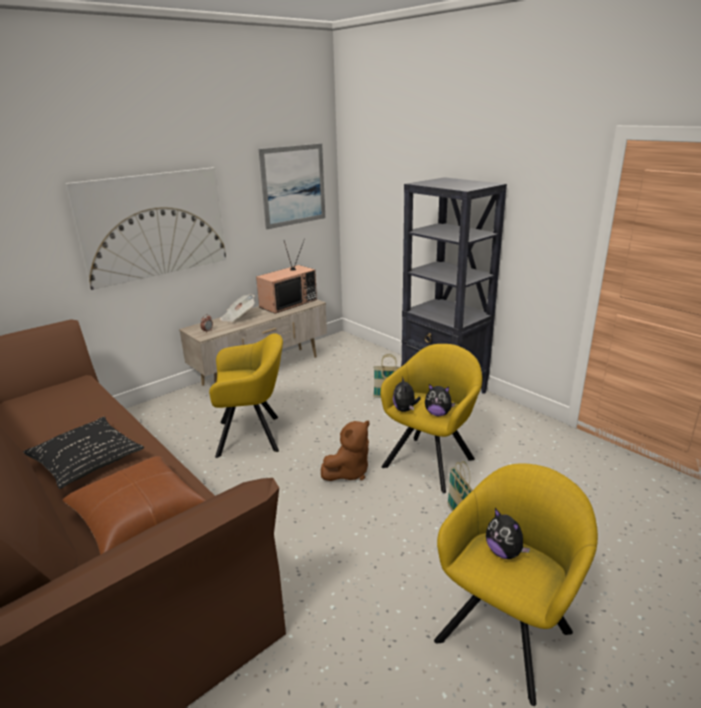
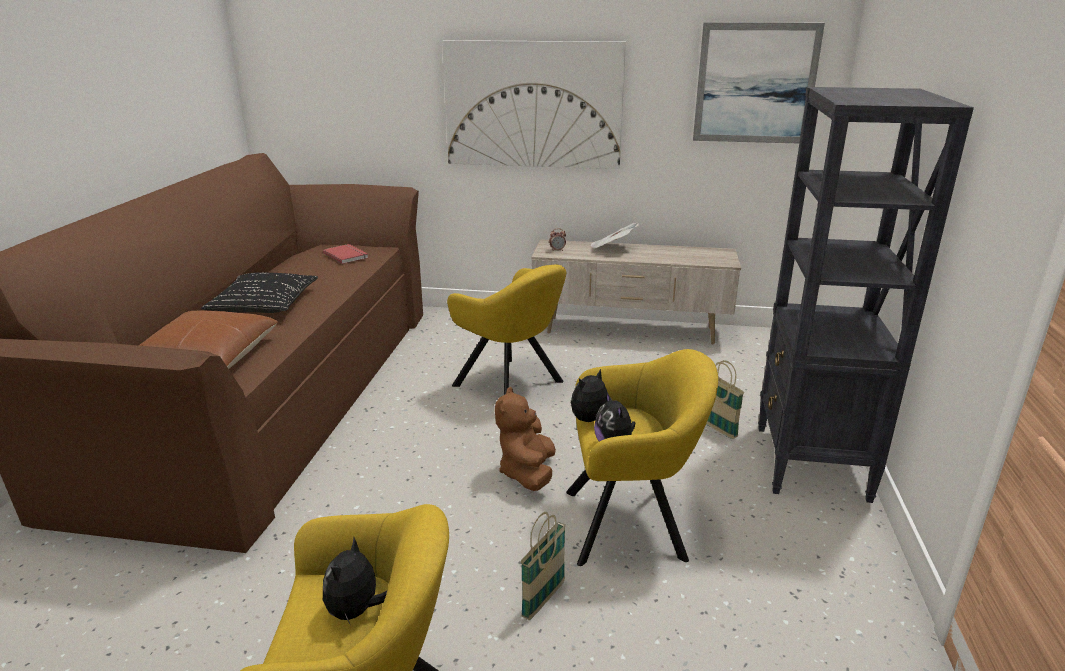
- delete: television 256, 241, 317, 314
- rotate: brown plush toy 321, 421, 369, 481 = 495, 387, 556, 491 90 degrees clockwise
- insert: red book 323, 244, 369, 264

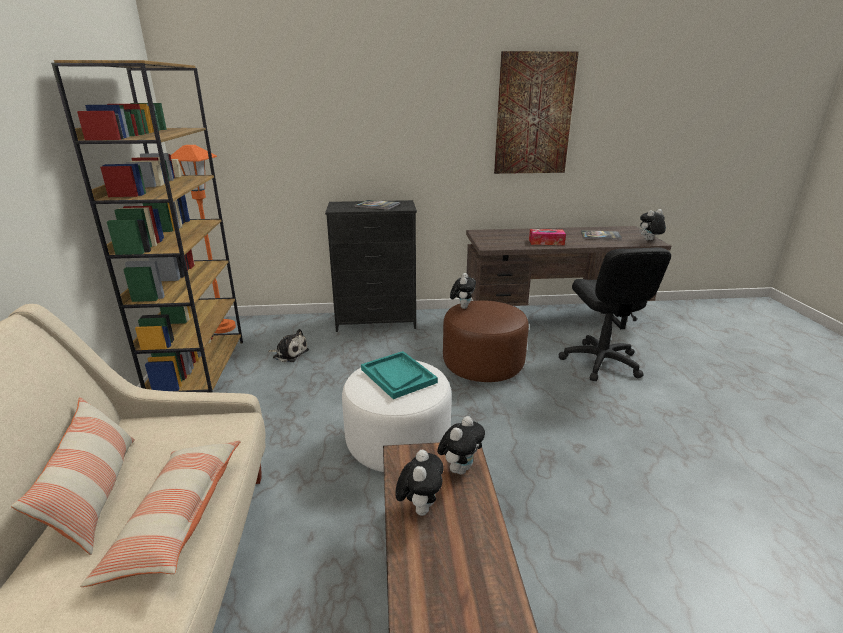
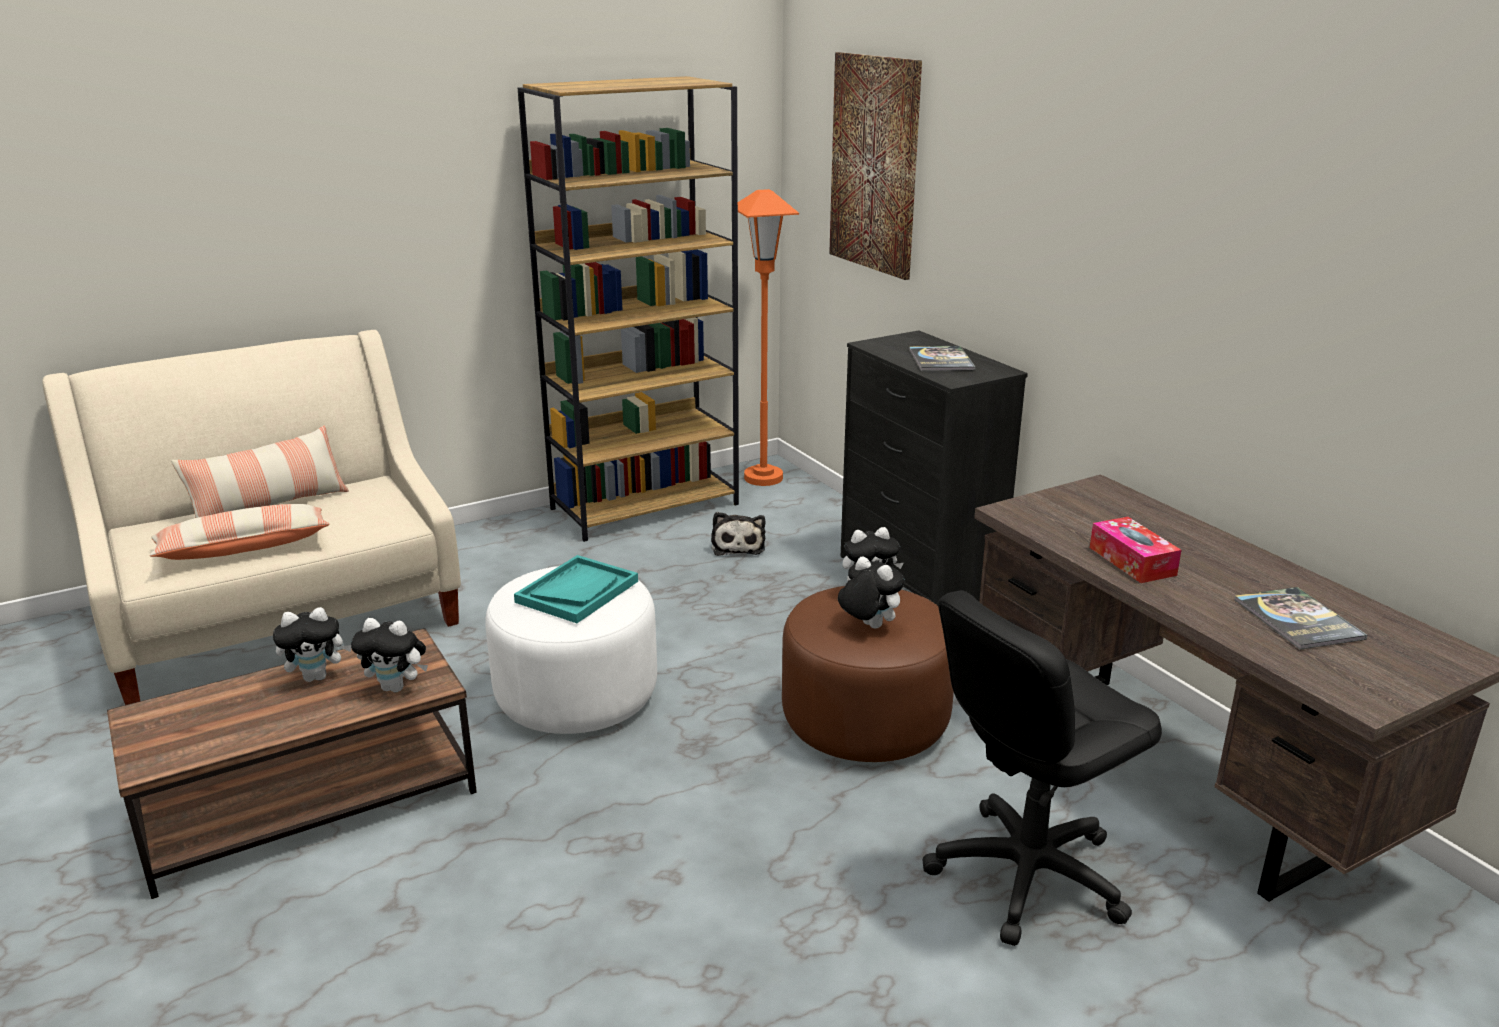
- move: picture 494, 51, 579, 174 to 829, 52, 922, 280
- move: plush toy 639, 209, 666, 240 to 838, 556, 905, 628

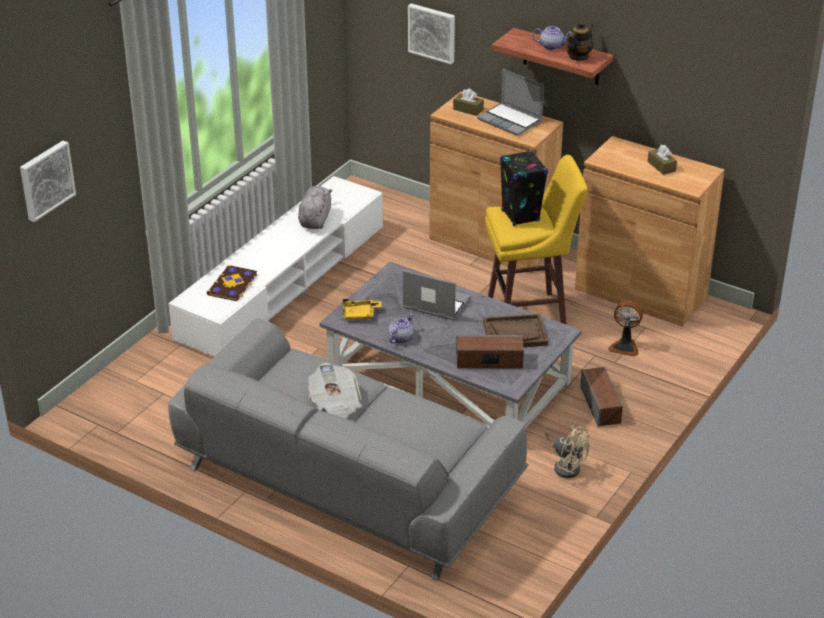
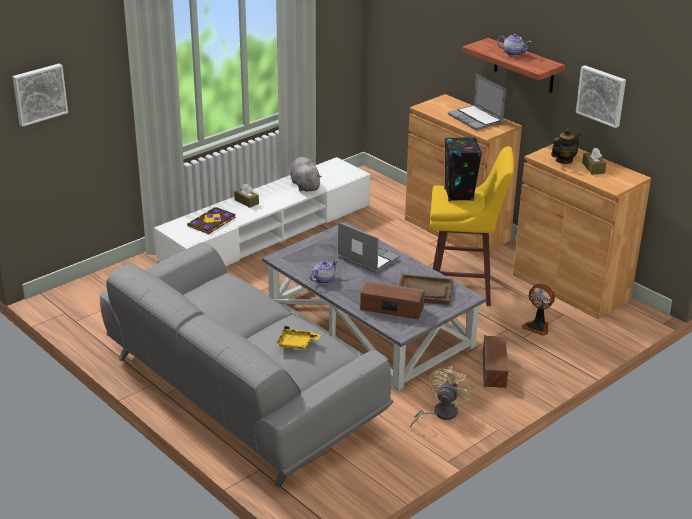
- move: picture 408, 3, 455, 64 to 576, 65, 626, 128
- move: teapot 567, 21, 594, 61 to 551, 129, 581, 164
- move: brown tissue box 453, 89, 484, 116 to 234, 184, 259, 208
- rotate: grey plush toy 298, 186, 332, 229 = 290, 157, 322, 192 45 degrees counterclockwise
- move: yellow tray 343, 299, 381, 320 to 276, 326, 321, 350
- delete: newspaper 308, 363, 362, 419
- rotate: beige fan 545, 426, 590, 478 = 410, 367, 471, 427 120 degrees counterclockwise

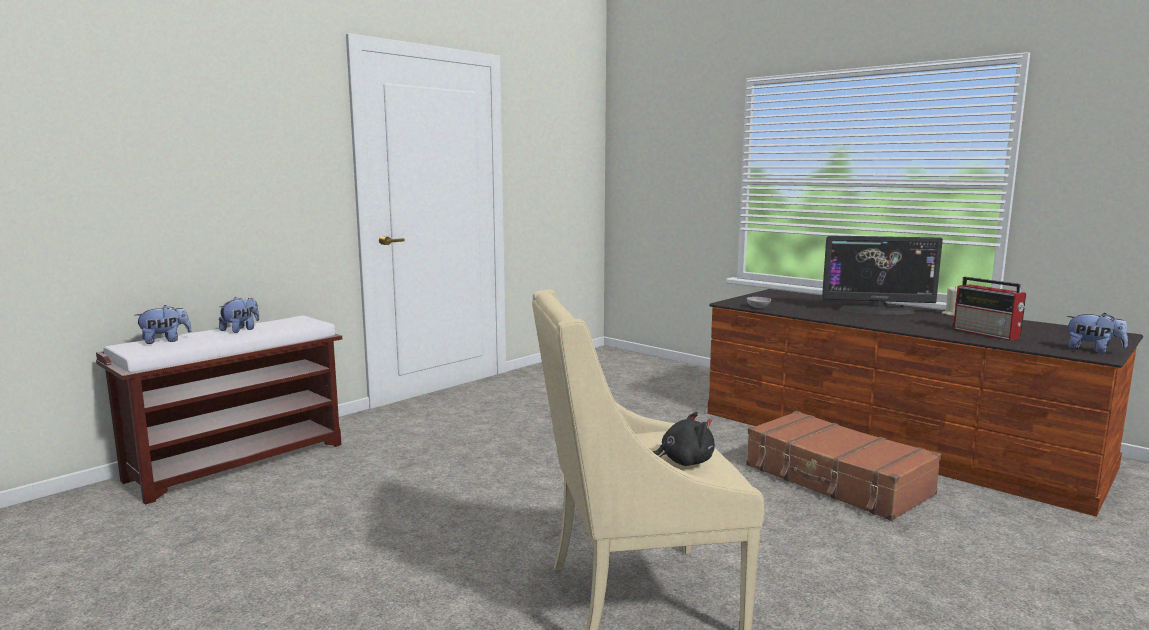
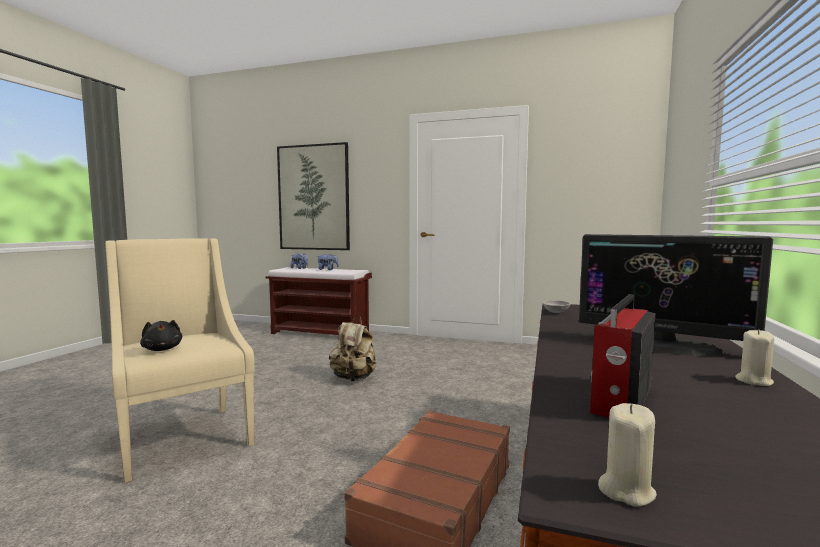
- rotate: monitor 822, 235, 943, 314 = 579, 234, 773, 356 45 degrees counterclockwise
- replace: plush toy 1066, 313, 1128, 354 to beige candle 598, 403, 657, 507
- insert: picture 277, 142, 350, 250
- insert: beige backpack 329, 316, 377, 381

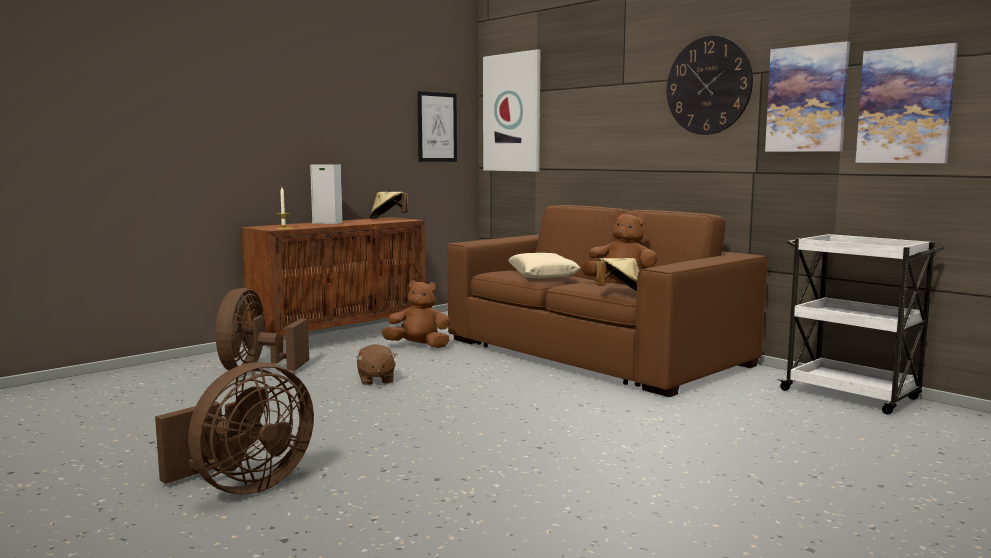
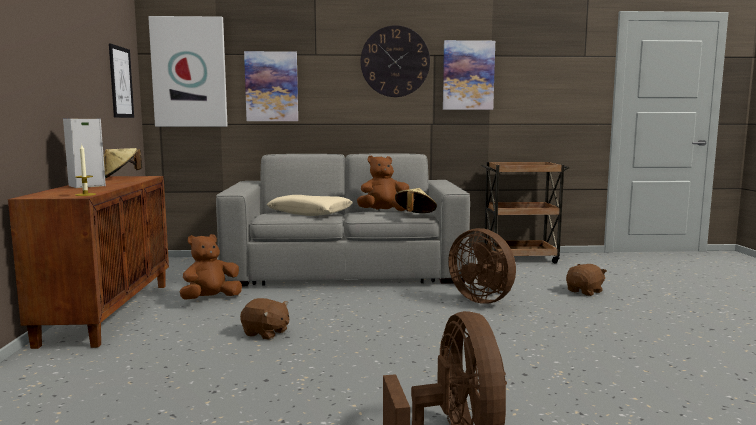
- move: picture 855, 43, 958, 163 to 244, 51, 298, 121
- recolor: brown sofa 448, 205, 767, 397 to grey sofa 216, 153, 470, 286
- recolor: white cart 777, 234, 945, 414 to brown cart 481, 162, 569, 263
- move: brown fan 216, 288, 309, 371 to 448, 228, 516, 304
- insert: brown plush toy 566, 264, 607, 296

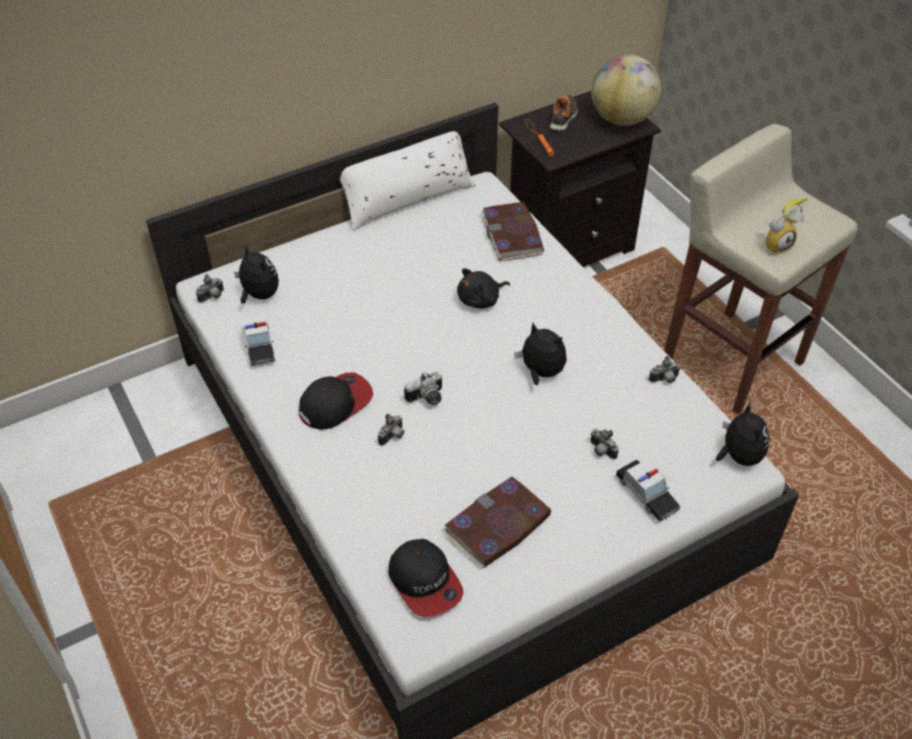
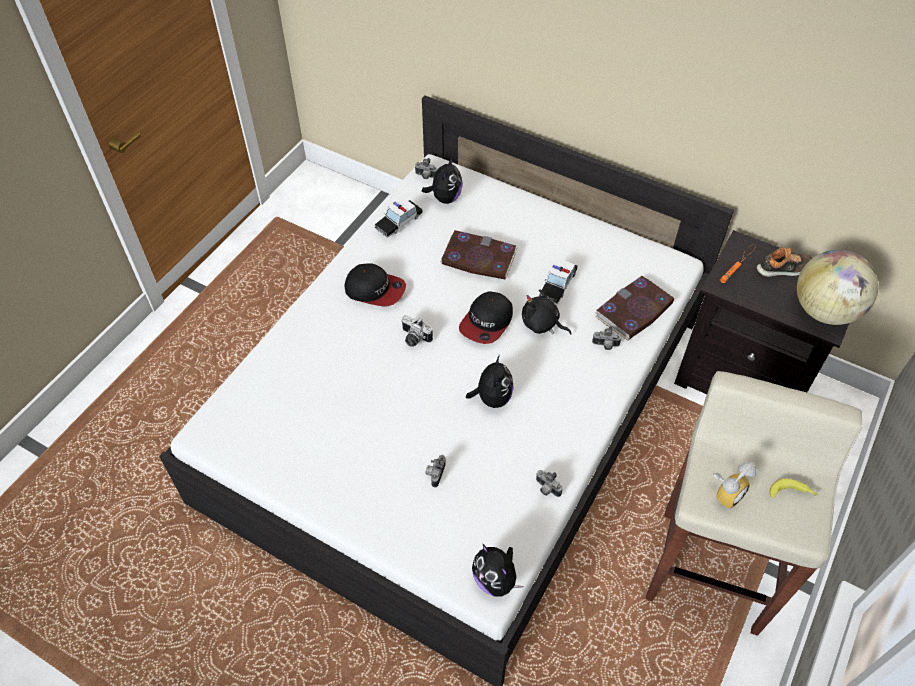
- delete: white pillow 340, 131, 475, 231
- rotate: alarm clock 765, 205, 804, 255 = 713, 462, 757, 508 75 degrees counterclockwise
- rotate: plush toy 716, 402, 770, 466 = 472, 544, 524, 597 90 degrees clockwise
- move: photo camera 378, 414, 404, 446 to 592, 326, 621, 350
- move: toy car 616, 459, 680, 522 to 539, 258, 578, 304
- move: book 444, 477, 551, 568 to 441, 230, 518, 280
- move: cap 388, 539, 464, 617 to 459, 291, 513, 344

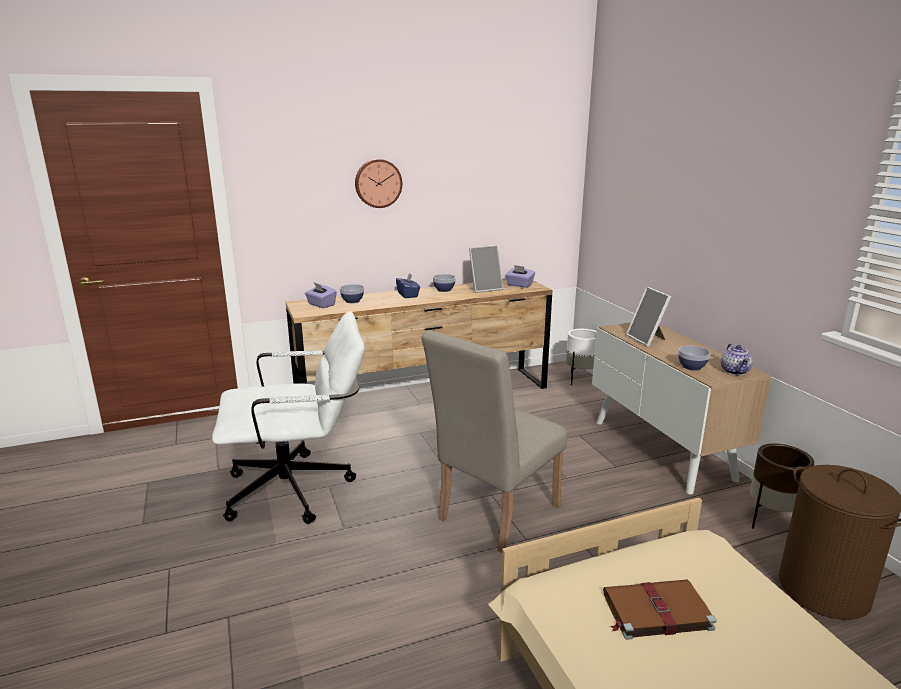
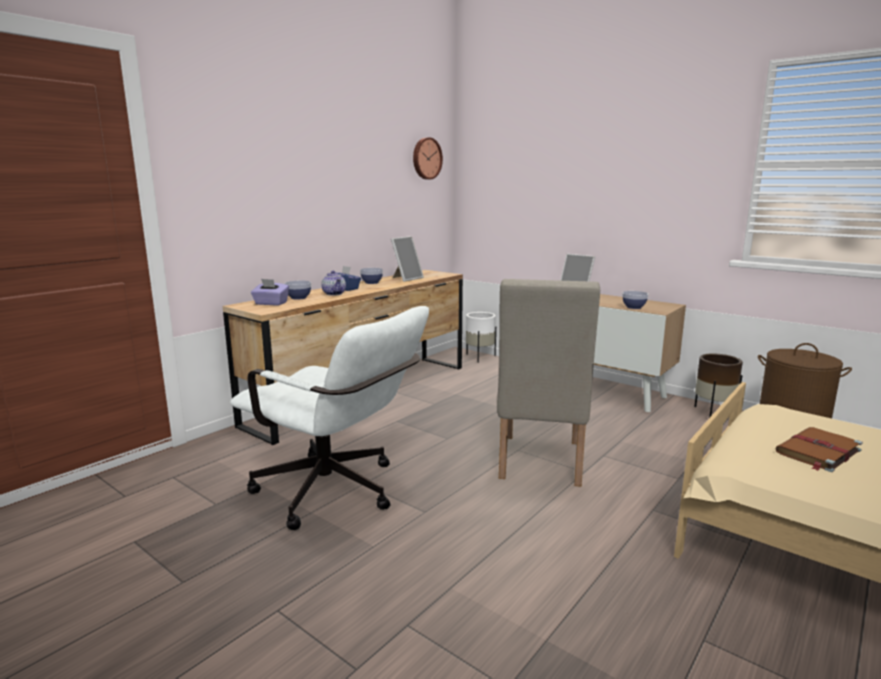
- move: wall clock 355, 159, 402, 208 to 413, 137, 443, 180
- delete: purple tissue box 505, 265, 535, 288
- rotate: white office chair 212, 311, 365, 524 = 230, 306, 429, 530 75 degrees clockwise
- move: teapot 721, 343, 753, 375 to 322, 271, 346, 296

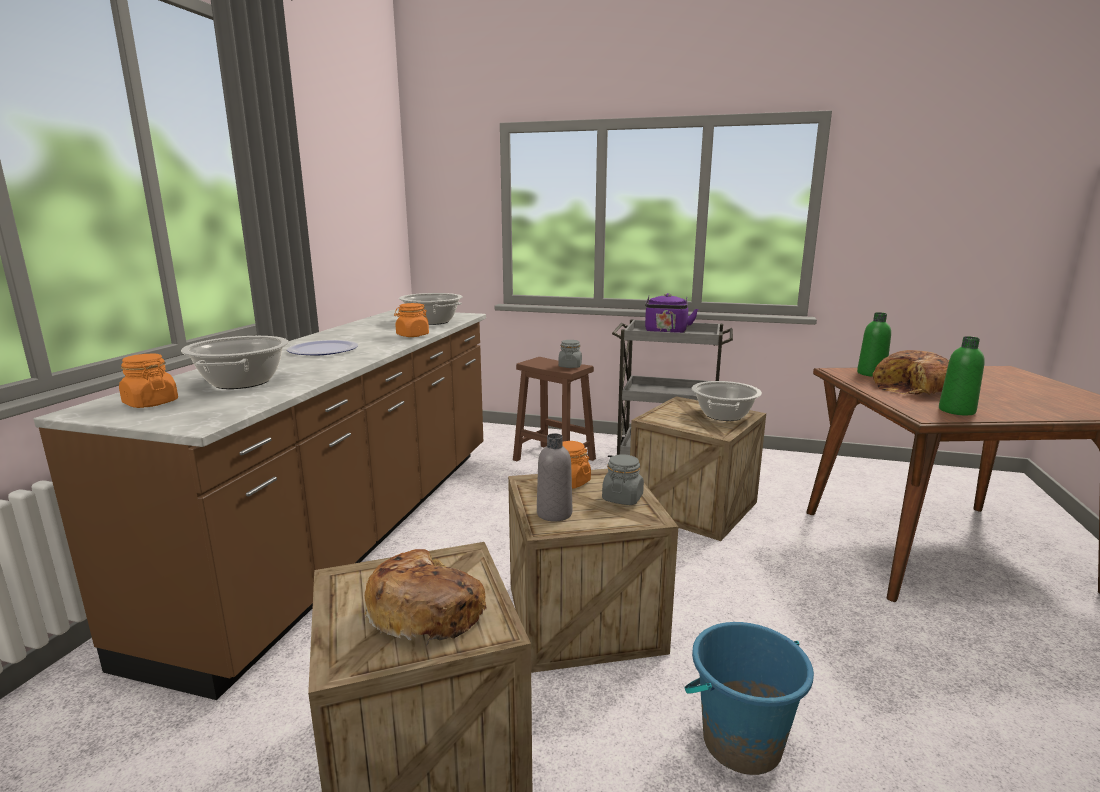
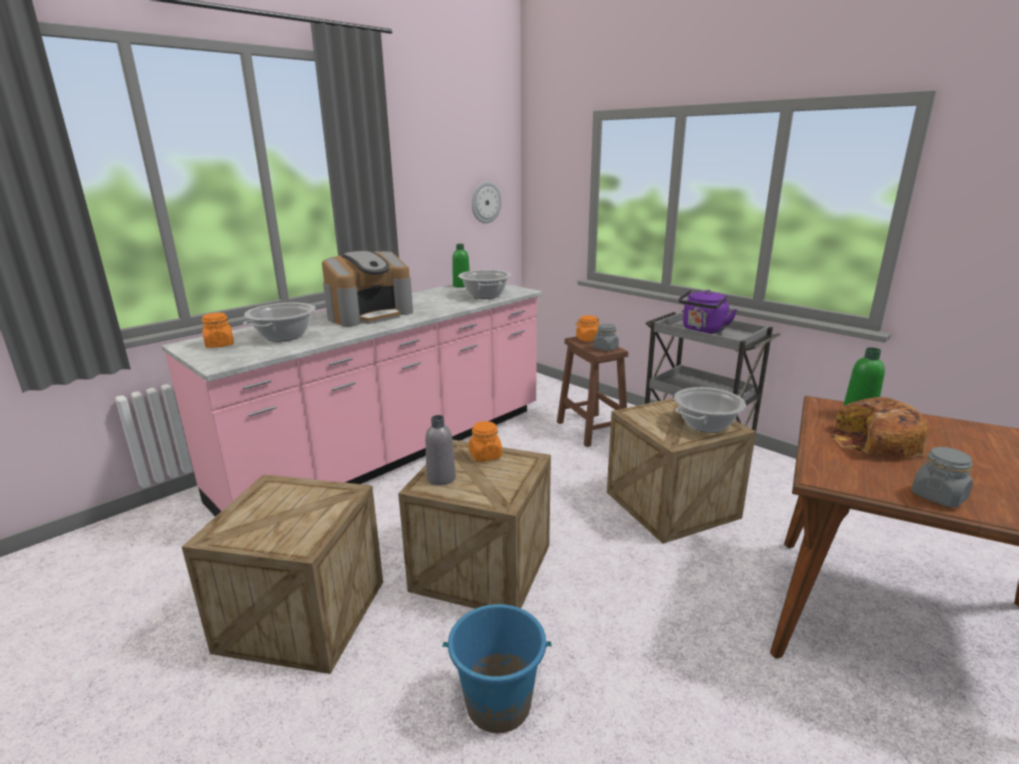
- move: orange jar 394, 303, 429, 337 to 575, 315, 600, 341
- recolor: brown counter 34, 310, 486, 700 to pink counter 162, 284, 542, 517
- move: green bottle 939, 336, 985, 416 to 452, 244, 470, 288
- replace: plate 287, 340, 358, 355 to coffee machine 322, 251, 413, 327
- move: grey jar 602, 454, 644, 505 to 911, 447, 973, 508
- delete: bread 365, 549, 486, 647
- insert: wall clock 472, 181, 502, 224

